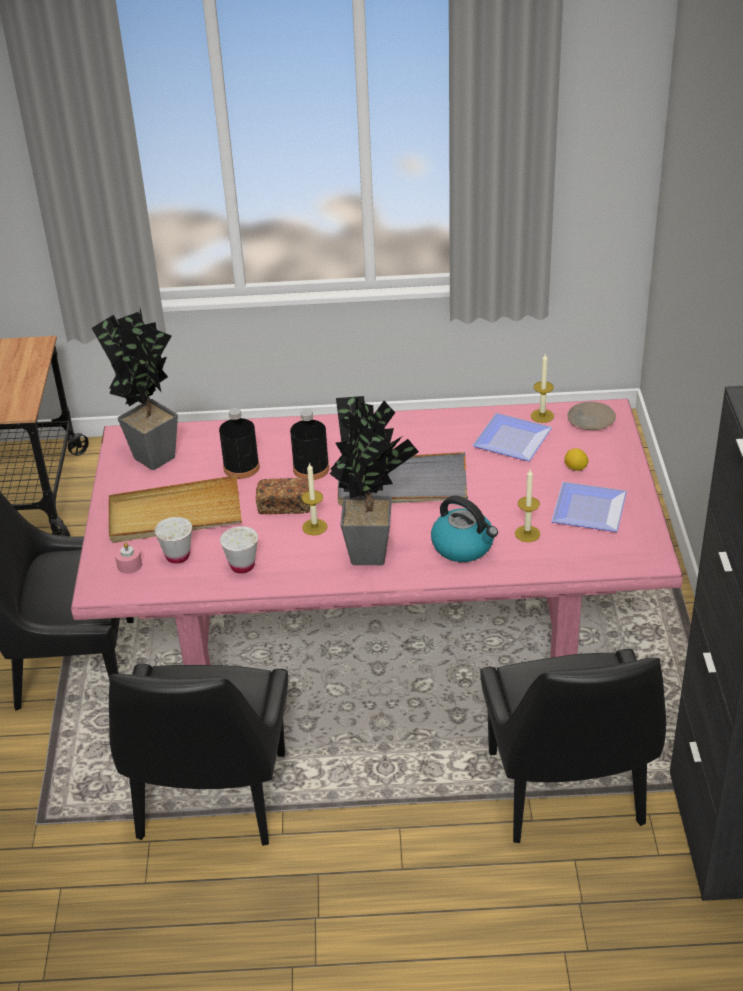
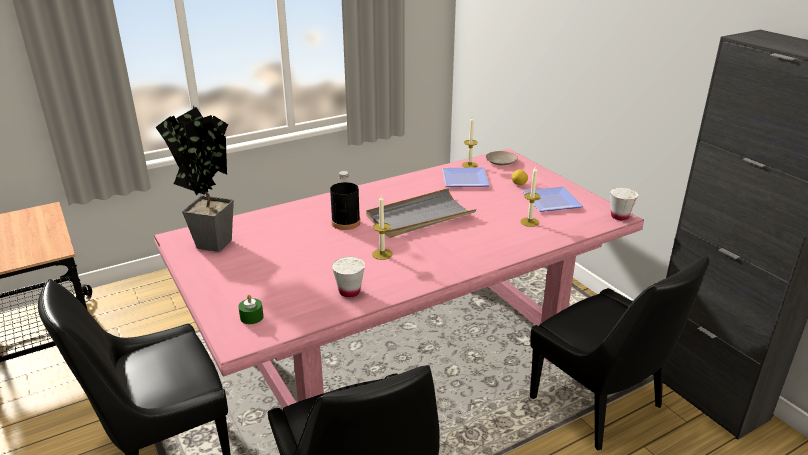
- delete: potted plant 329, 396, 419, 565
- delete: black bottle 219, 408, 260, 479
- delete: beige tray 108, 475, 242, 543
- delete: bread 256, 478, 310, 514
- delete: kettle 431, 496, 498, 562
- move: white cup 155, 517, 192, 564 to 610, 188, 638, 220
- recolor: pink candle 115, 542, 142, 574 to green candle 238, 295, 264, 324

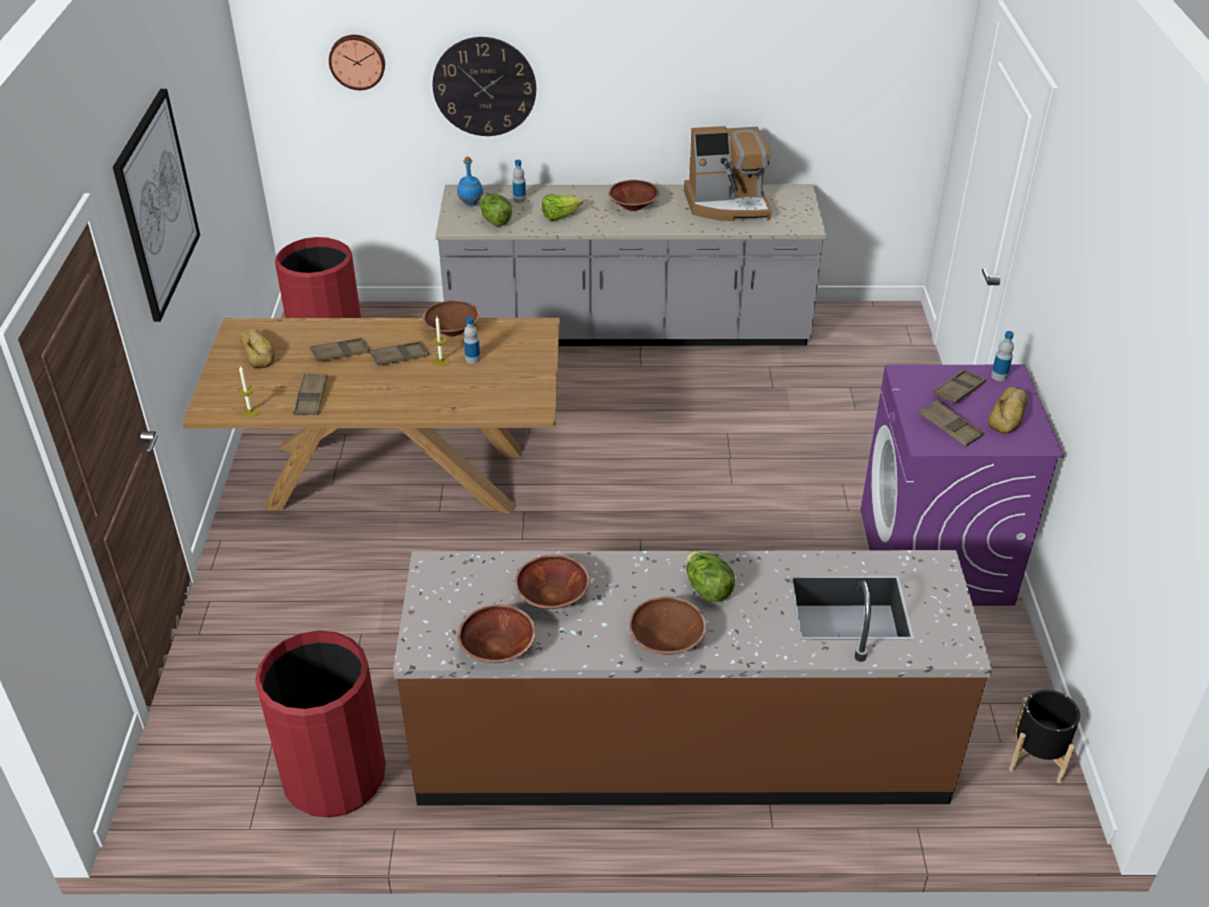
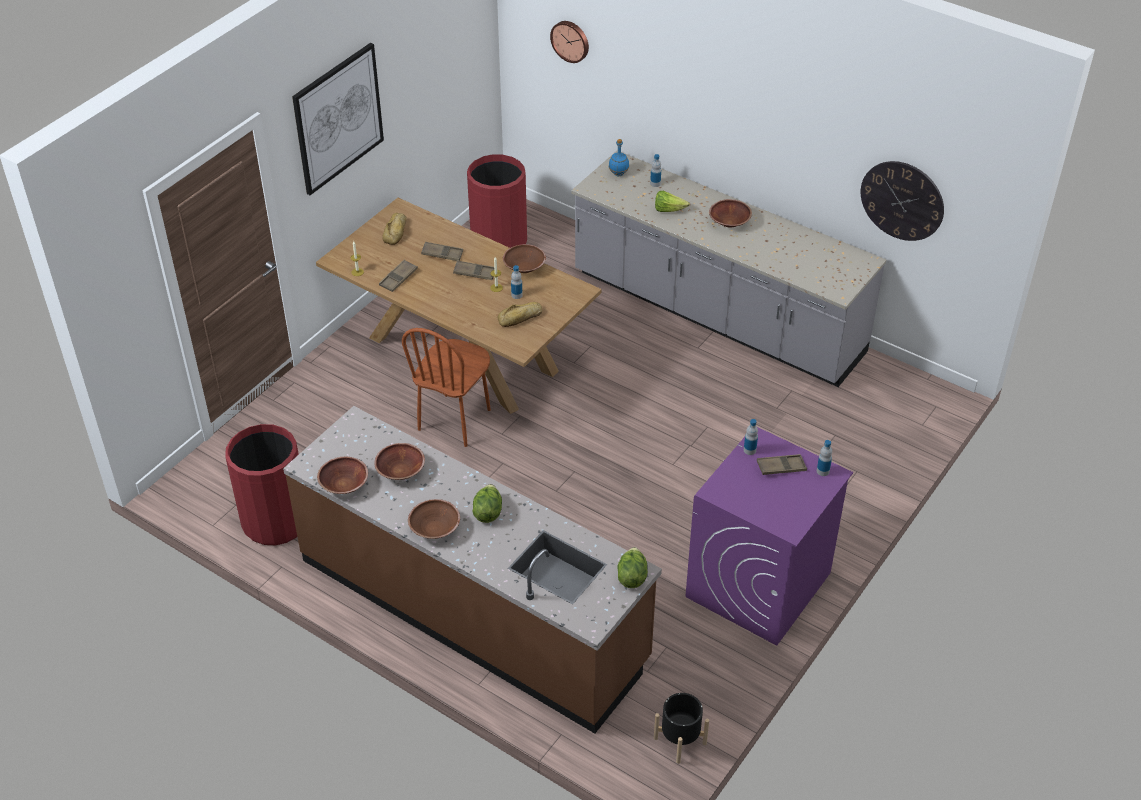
- move: wall clock 433, 37, 536, 136 to 861, 161, 944, 241
- delete: coffee machine 684, 126, 772, 221
- move: lettuce 480, 194, 512, 226 to 618, 547, 648, 588
- move: bread 988, 387, 1028, 434 to 498, 302, 543, 327
- delete: brown tray 919, 400, 984, 446
- insert: brown chair 402, 328, 491, 447
- insert: bottle 744, 419, 758, 455

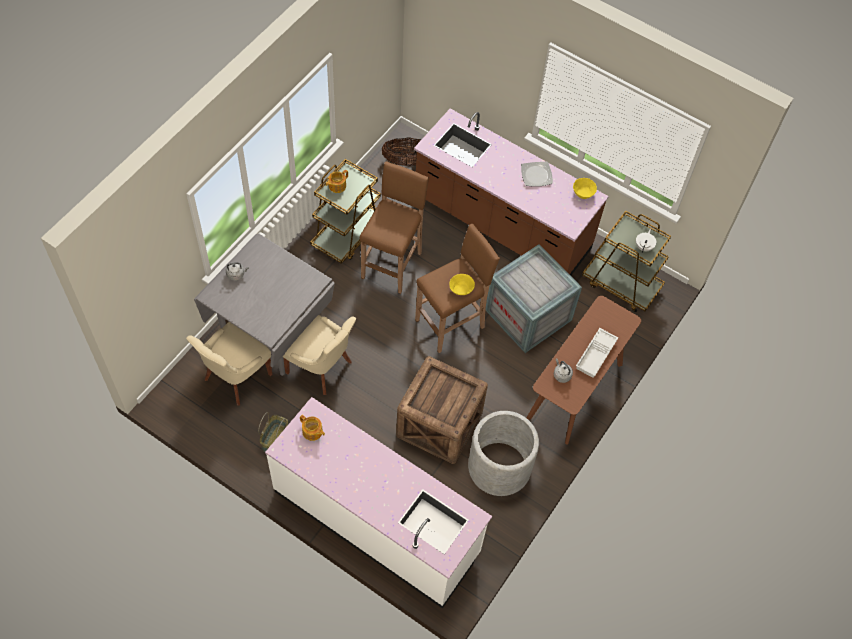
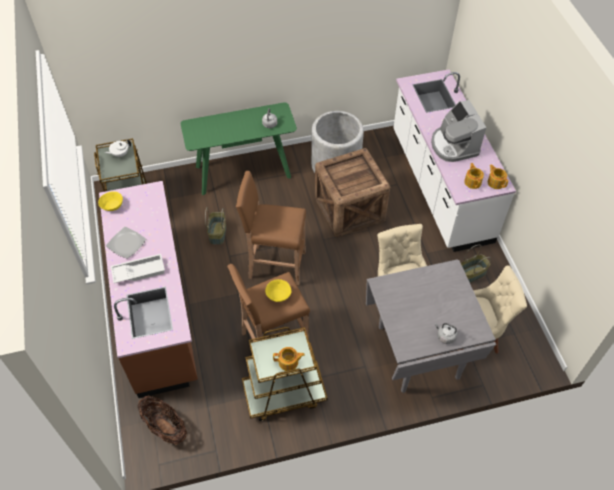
- replace: crate 485, 244, 582, 353 to basket 205, 207, 226, 245
- move: yellow bowl 449, 274, 475, 295 to 265, 279, 291, 302
- recolor: brown console table 526, 296, 641, 445 to green console table 180, 102, 297, 195
- move: white tray 576, 328, 618, 378 to 110, 254, 165, 283
- insert: coffee machine 431, 100, 486, 162
- insert: teapot 488, 164, 508, 189

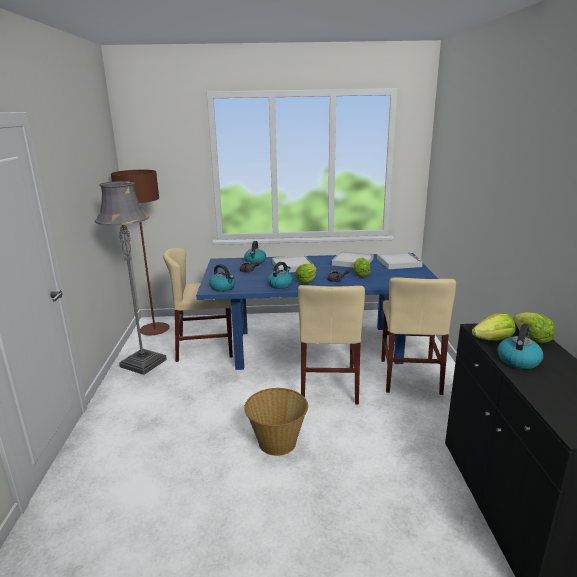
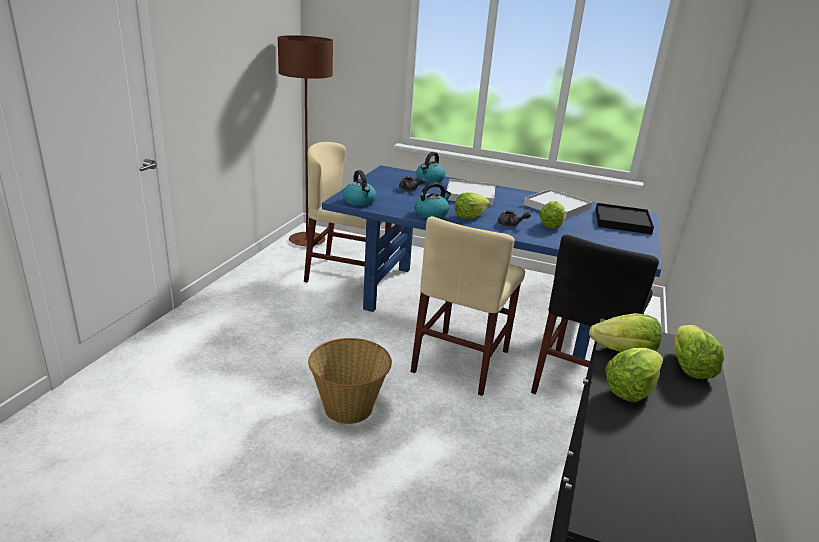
- delete: grey floor lamp 95, 181, 167, 375
- recolor: white tray 377, 252, 423, 269 to black tray 596, 203, 654, 234
- recolor: beige chair 381, 277, 456, 395 to black chair 531, 235, 659, 394
- replace: kettle 497, 324, 543, 369 to lettuce 605, 348, 663, 402

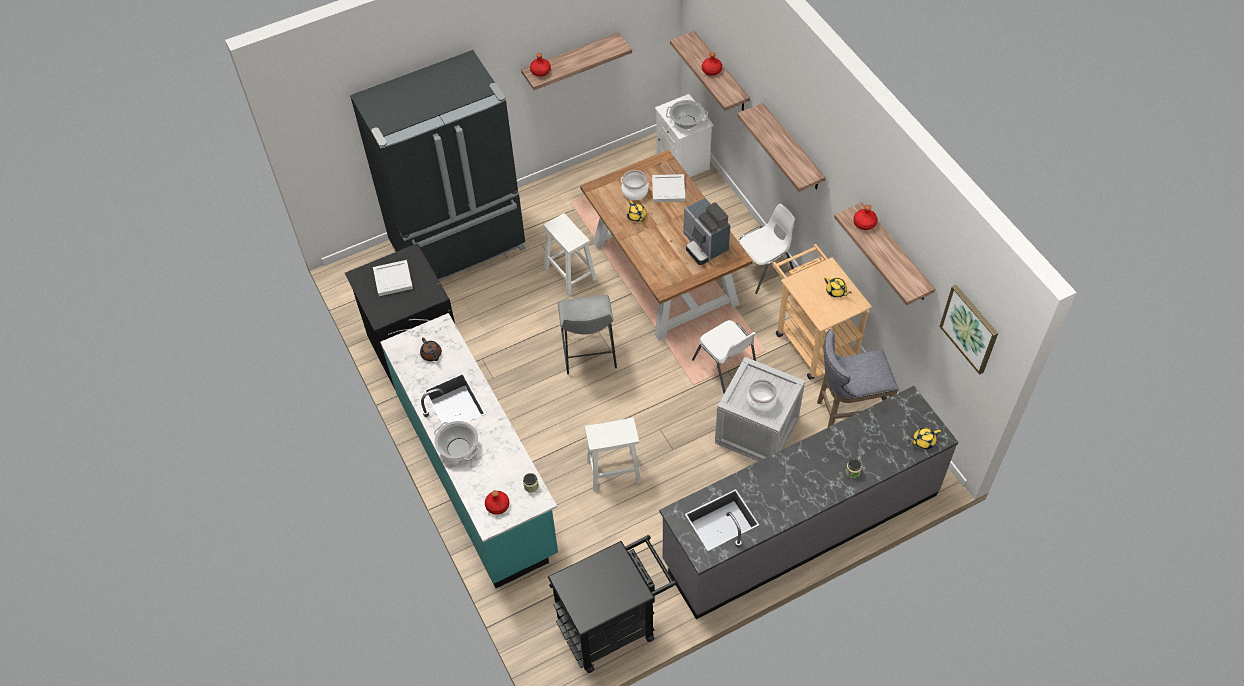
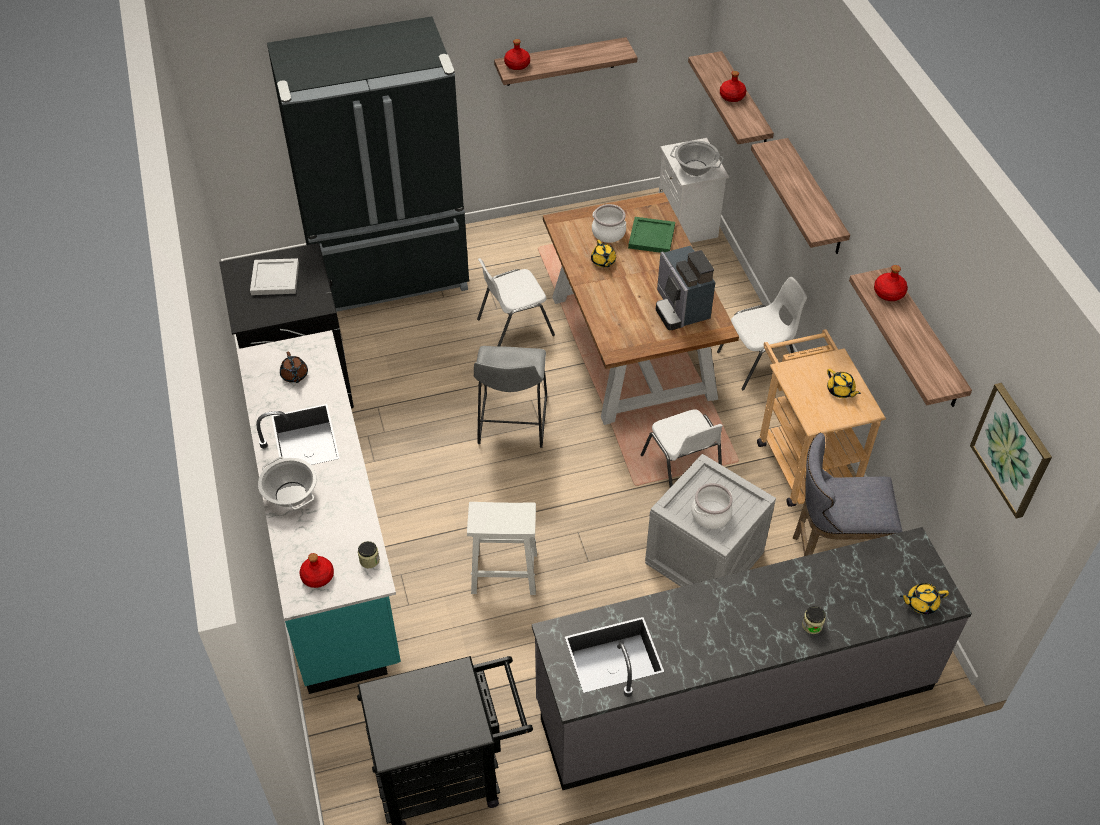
- recolor: white tray 652, 174, 685, 202 to green tray 628, 217, 675, 253
- replace: white stool 544, 213, 597, 296 to white chair 477, 258, 555, 346

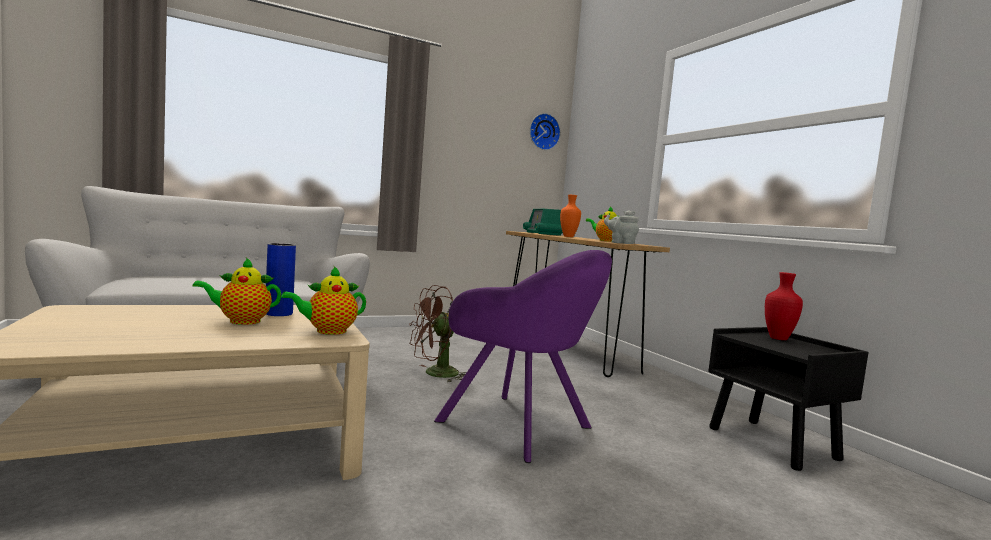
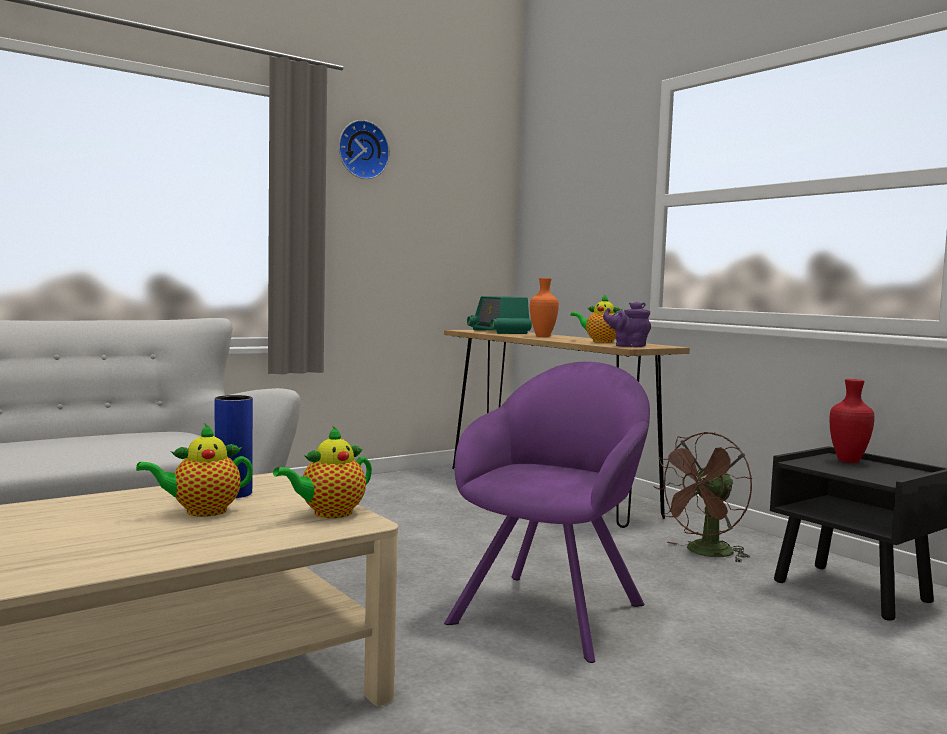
- move: wall clock 530, 113, 561, 150 to 338, 120, 390, 179
- recolor: grey teapot 604, 210, 639, 244 to purple teapot 603, 302, 651, 347
- rotate: purple armchair 434, 250, 612, 463 = 444, 362, 650, 663 90 degrees counterclockwise
- move: brown fan 410, 285, 467, 383 to 654, 432, 752, 563

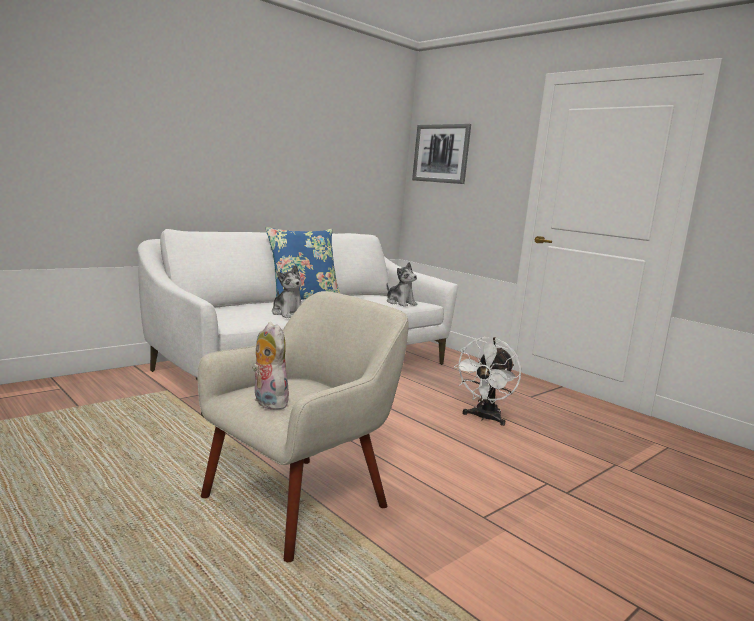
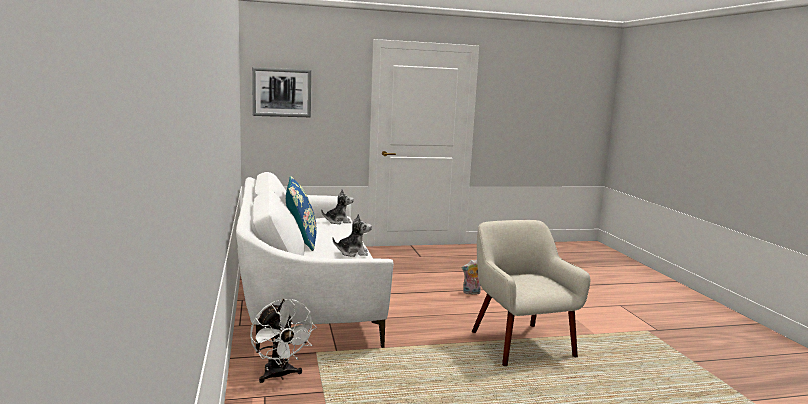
- move: plush toy 252, 322, 289, 410 to 462, 259, 481, 295
- move: white fan 454, 337, 521, 426 to 250, 299, 317, 383

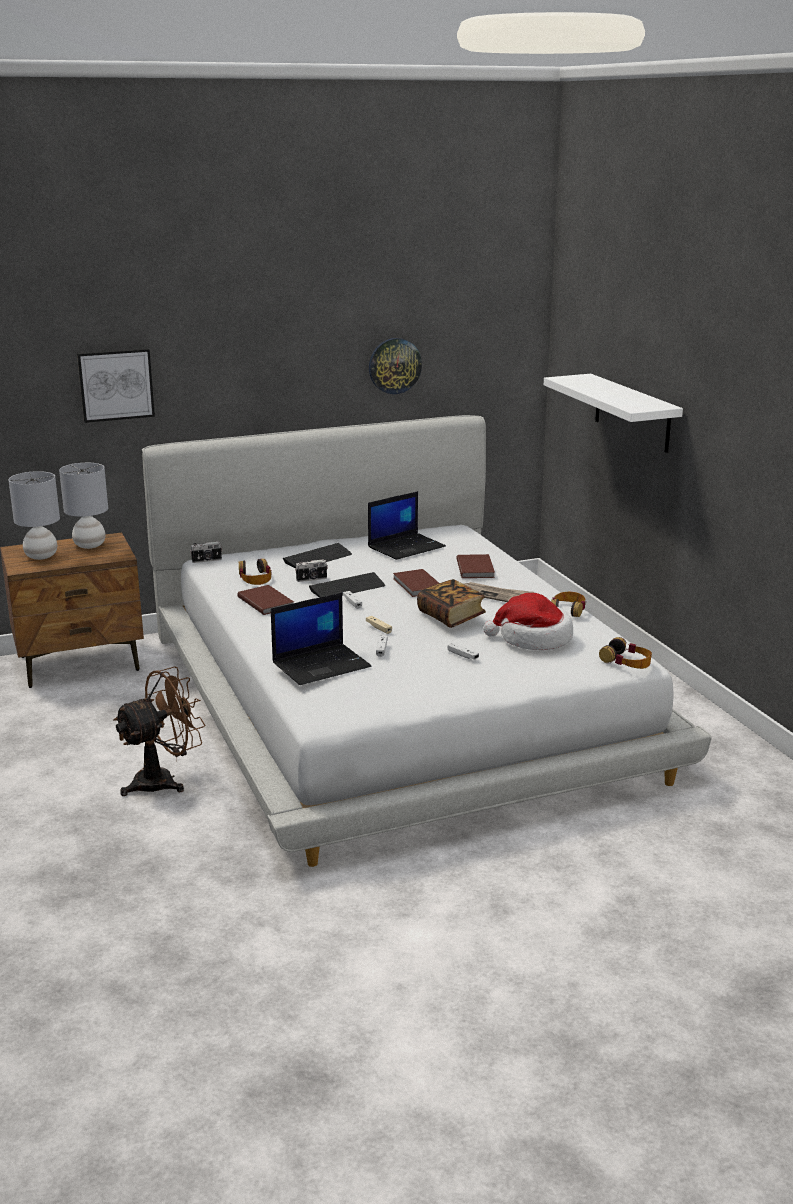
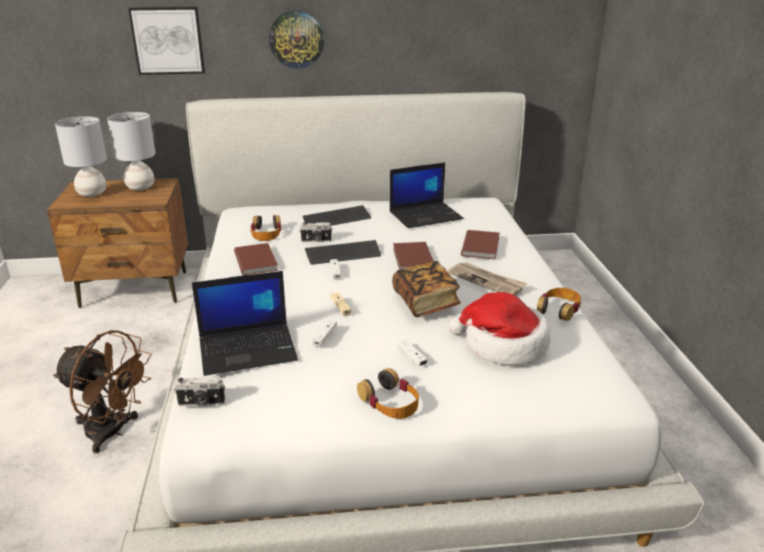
- move: wall clock 369, 338, 422, 394 to 269, 10, 324, 68
- delete: white shelf 544, 374, 683, 453
- move: photo camera 190, 541, 222, 563 to 174, 376, 225, 406
- move: headphones 599, 637, 652, 669 to 357, 368, 419, 419
- rotate: brown fan 113, 666, 205, 796 = 53, 330, 152, 454 45 degrees clockwise

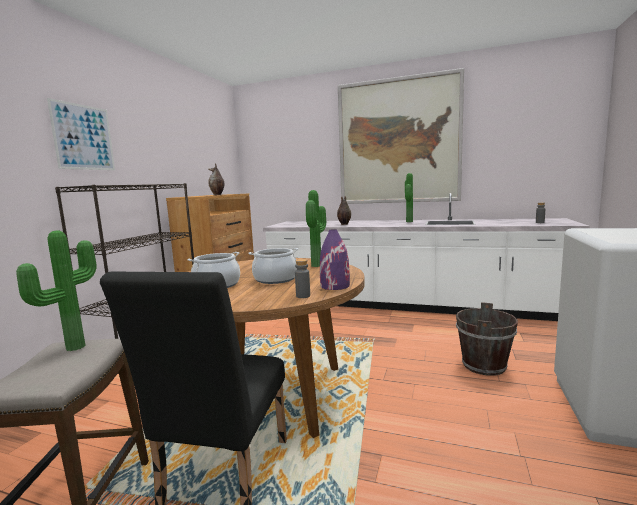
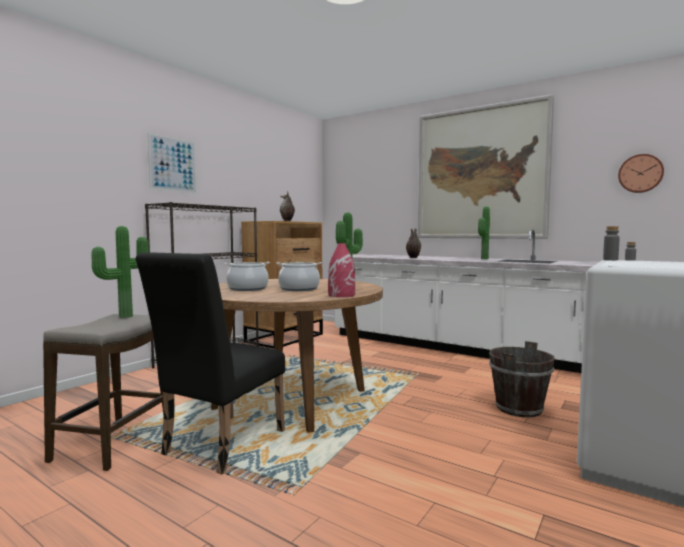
- recolor: purple vase 320, 229, 350, 290 to red vase 328, 243, 355, 297
- move: grey bottle 295, 259, 310, 298 to 603, 226, 620, 260
- insert: wall clock 618, 154, 664, 193

